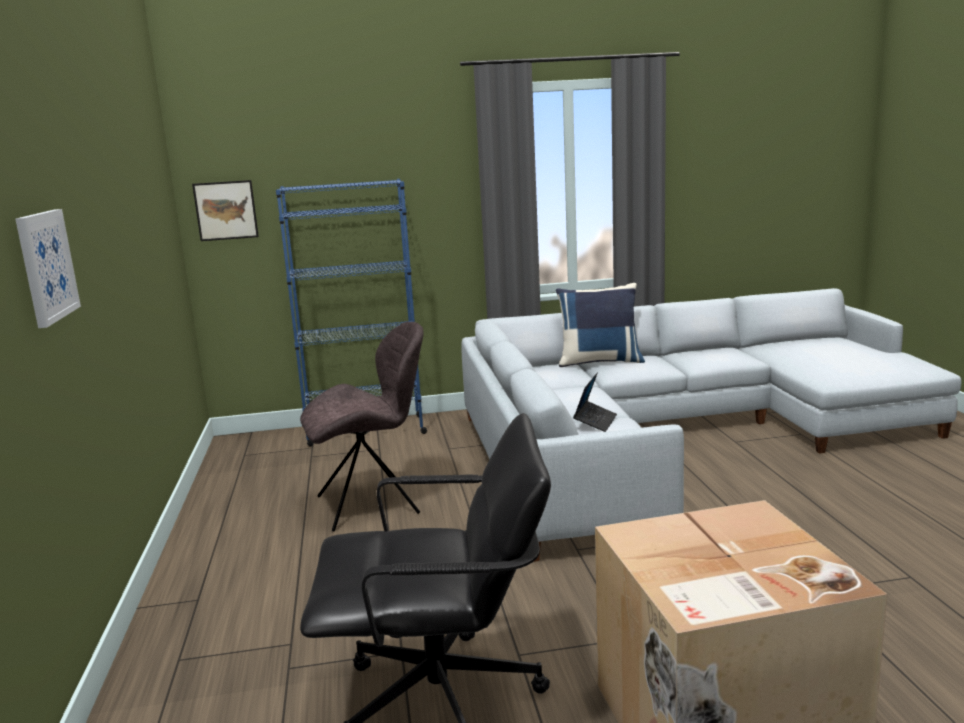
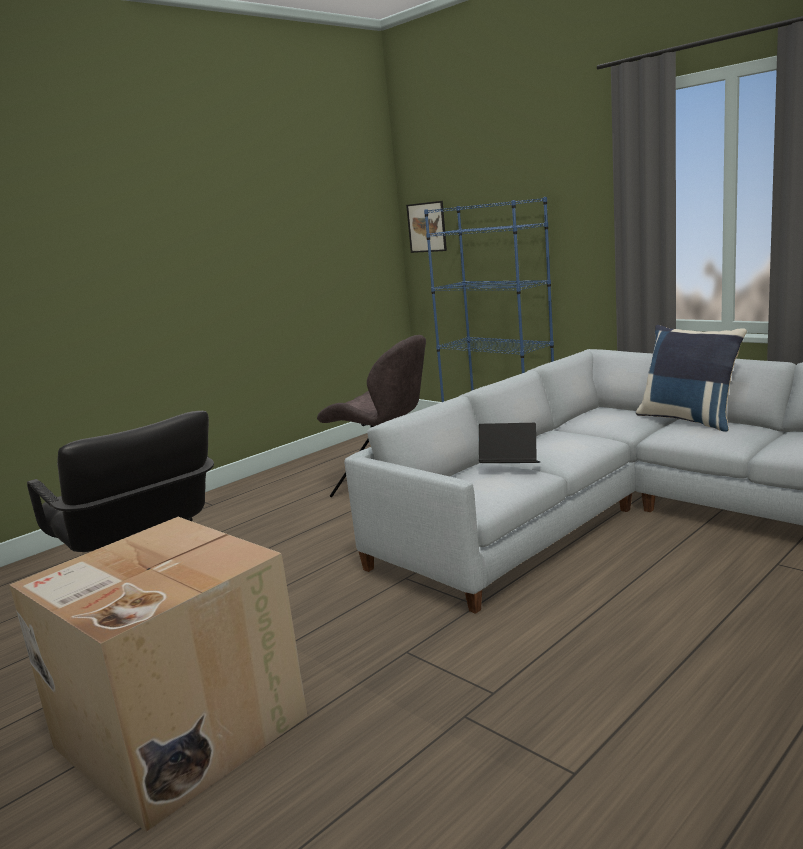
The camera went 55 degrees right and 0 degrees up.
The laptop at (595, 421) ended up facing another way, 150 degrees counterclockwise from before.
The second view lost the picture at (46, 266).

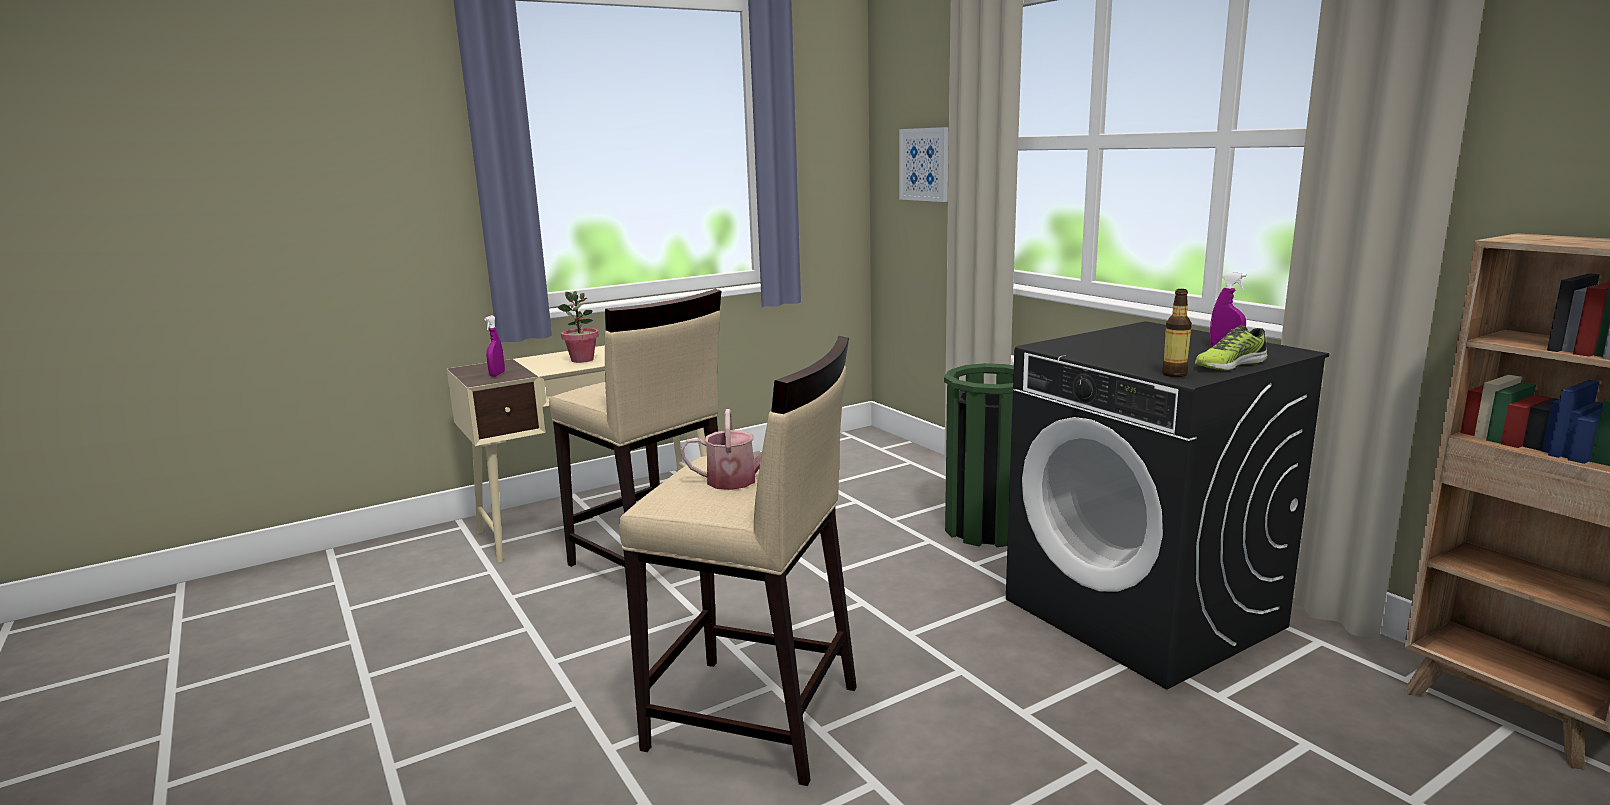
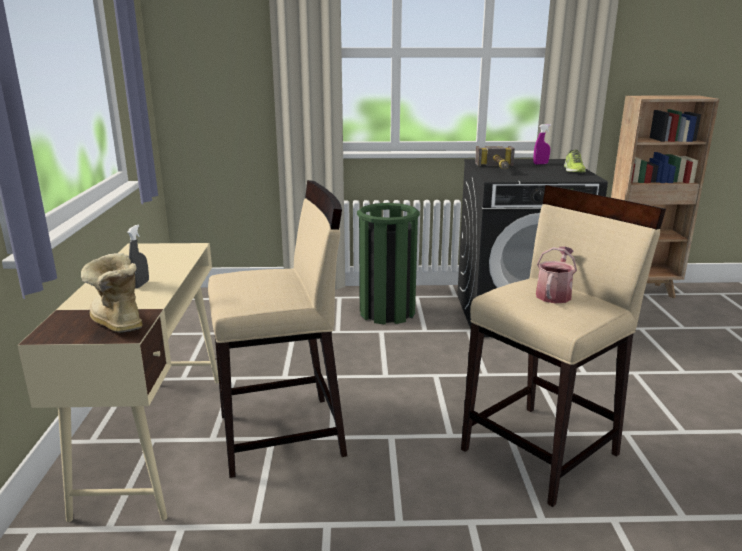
The camera went 60 degrees left and 5 degrees up.
Where the purple spray bottle stood at (497, 374), the boot came to stand at (115, 324).
Where the potted plant stood at (582, 360), the grey spray bottle came to stand at (141, 284).
The second view gained the hammer at (498, 168).
The second view lost the picture at (925, 164).
The second view lost the bottle at (1174, 374).

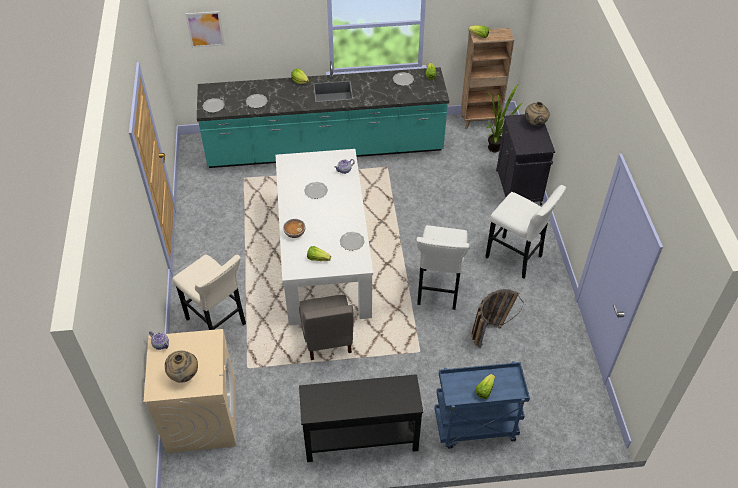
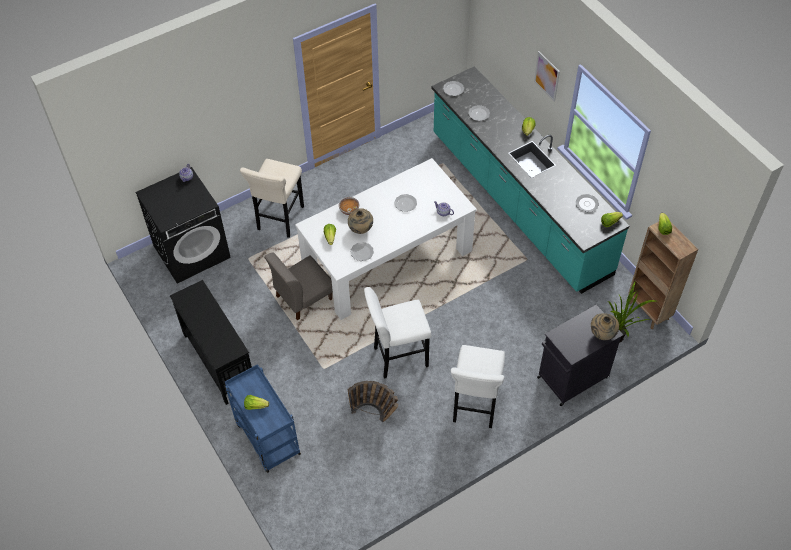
The camera went 65 degrees right and 5 degrees up.
What was the beige washing machine at (201, 416) turned into the black washing machine at (192, 251).
The beige vase ended up elsewhere, having gone from (184, 375) to (361, 230).
The picture ended up elsewhere, having gone from (205, 29) to (547, 76).

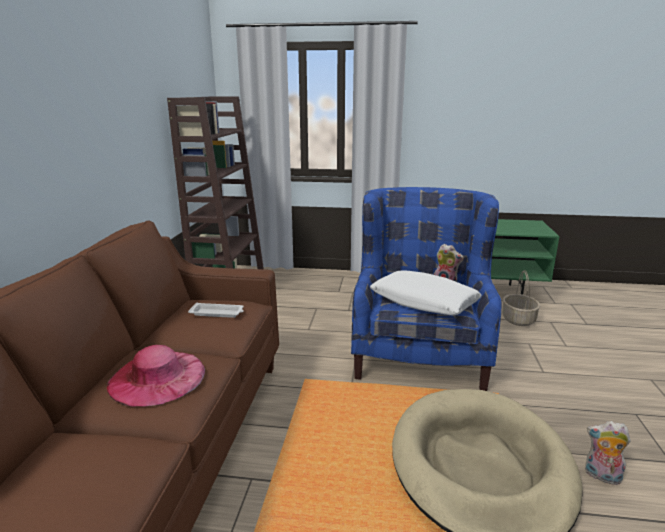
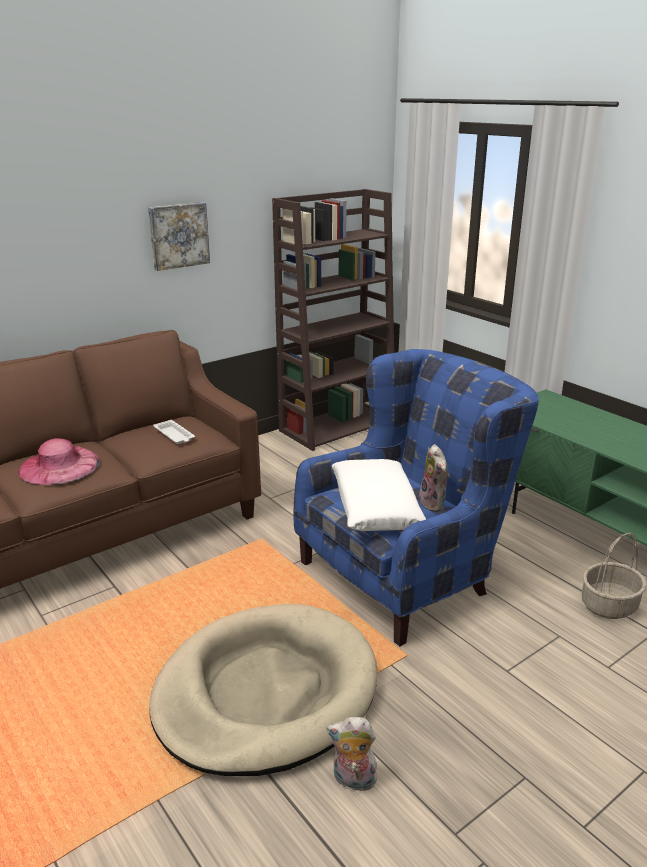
The camera went 45 degrees right and 5 degrees up.
The second view gained the picture at (178, 235).
The plush toy at (601, 476) ended up facing another way, 60 degrees counterclockwise from before.

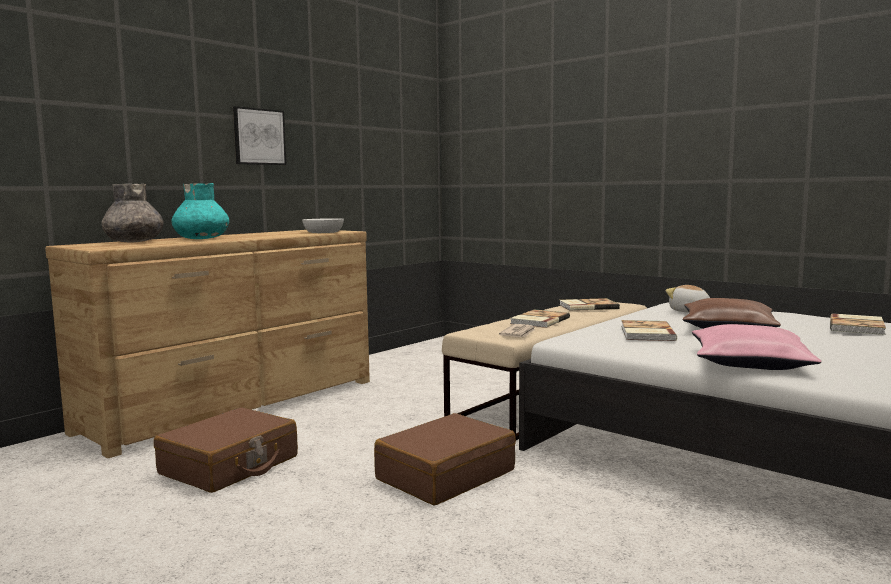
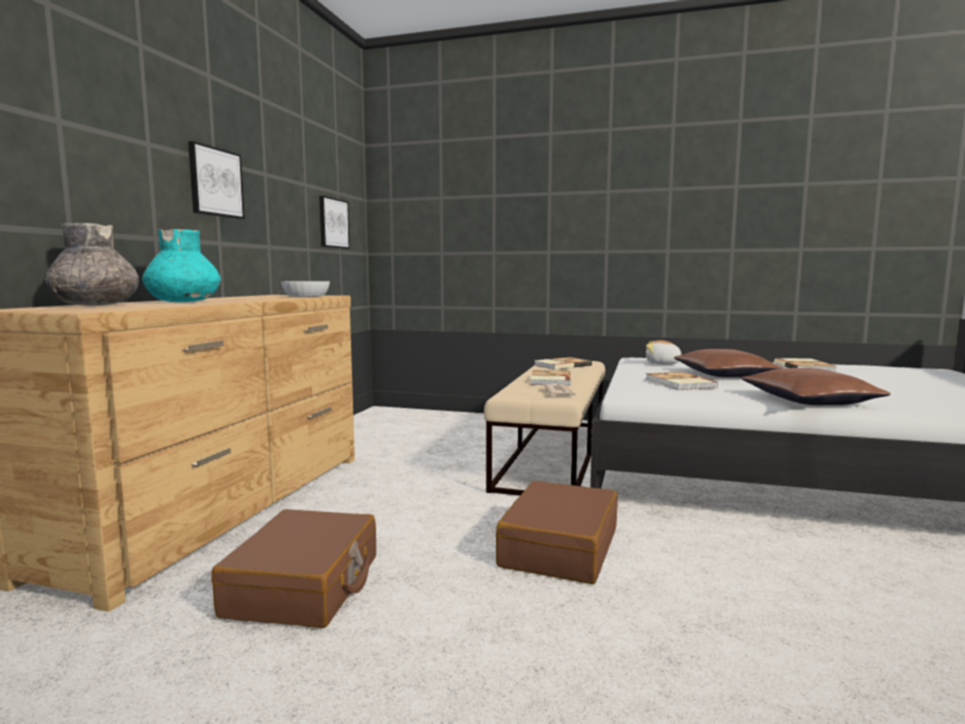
The camera went 25 degrees left and 0 degrees up.
The second view gained the picture at (333, 223).
What was the pink pillow at (749, 363) turned into the brown pillow at (810, 401).

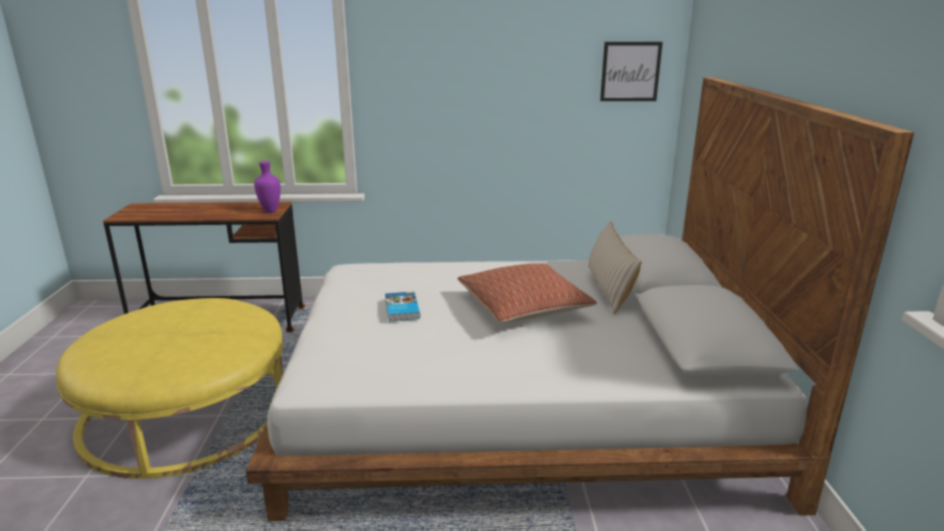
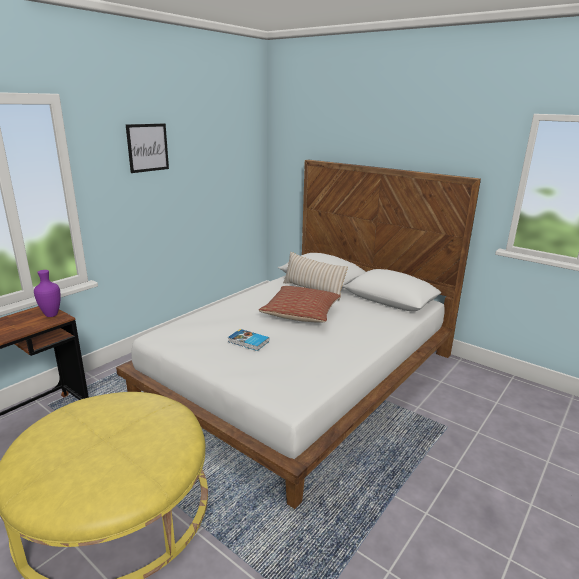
The camera went 50 degrees left and 0 degrees up.
The picture ended up elsewhere, having gone from (630, 71) to (147, 147).

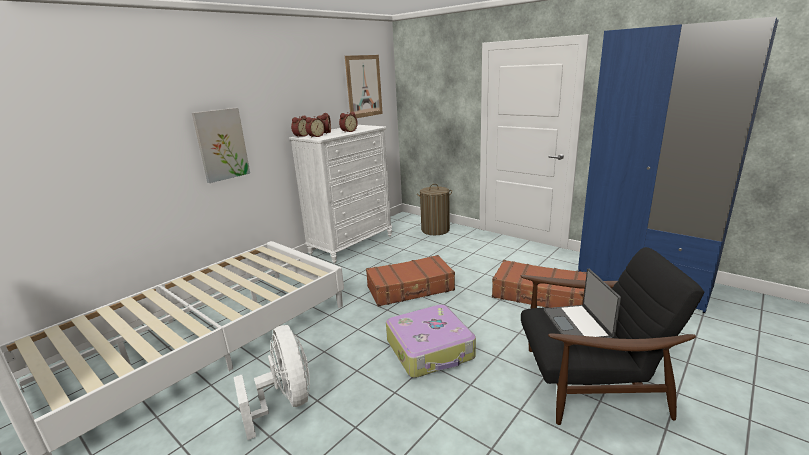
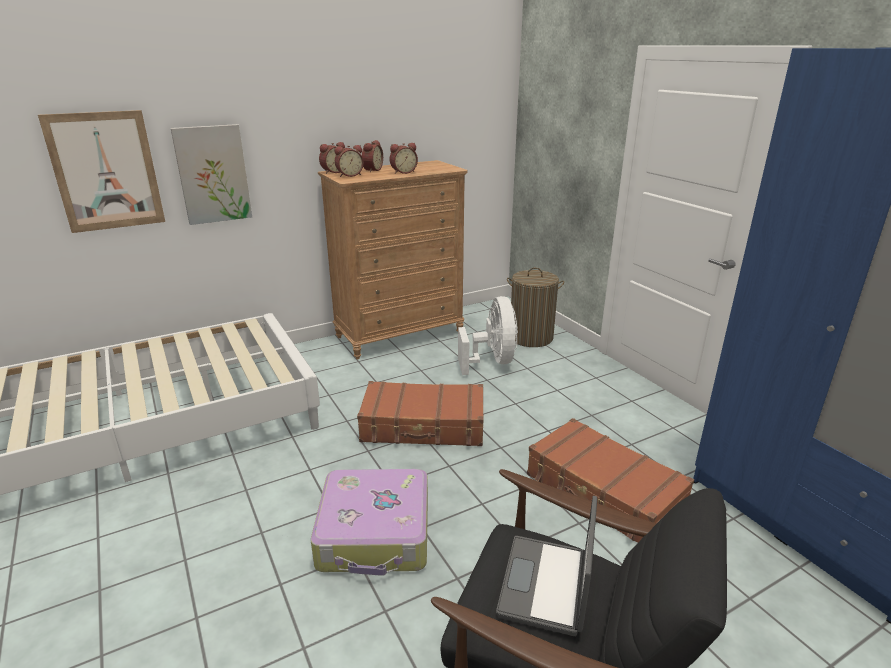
The camera went 20 degrees right and 5 degrees up.
The picture ended up elsewhere, having gone from (364, 86) to (106, 171).
What was the white dresser at (351, 244) turned into the brown dresser at (400, 335).
The white fan ended up elsewhere, having gone from (285, 402) to (492, 361).

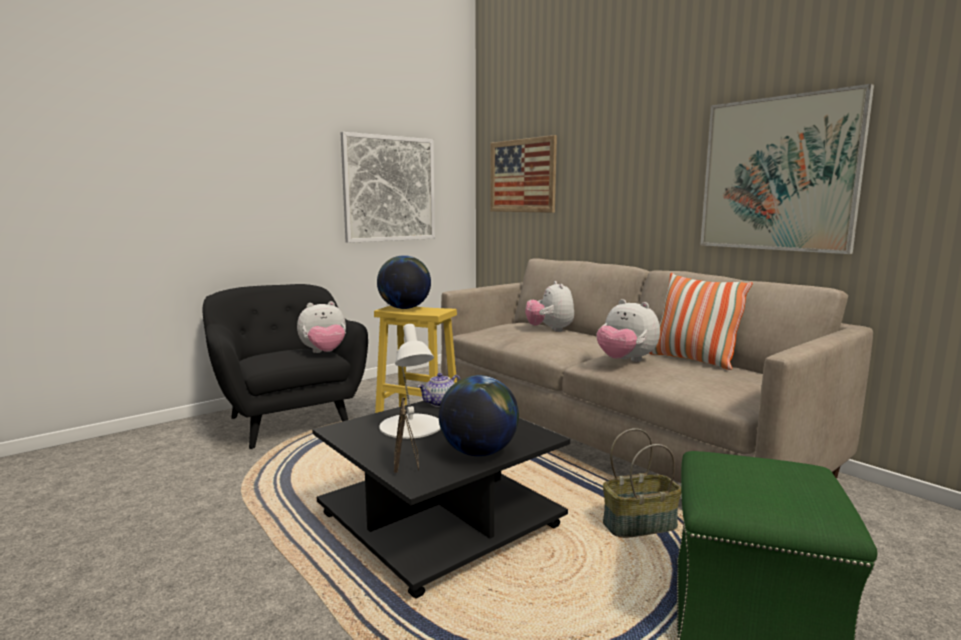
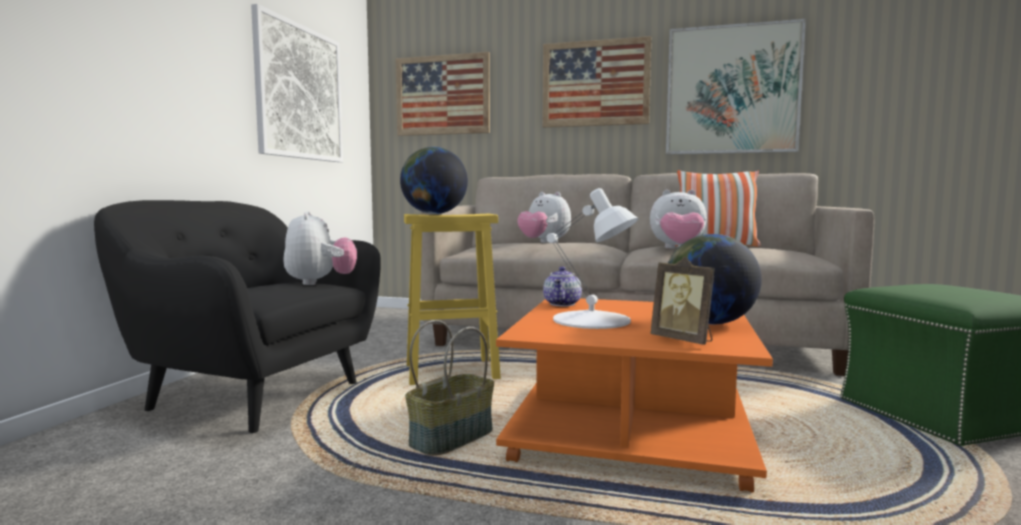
The camera went 35 degrees left and 5 degrees down.
The plush toy at (324, 353) ended up facing another way, 45 degrees counterclockwise from before.
The basket ended up elsewhere, having gone from (639, 524) to (451, 437).
What was the black coffee table at (442, 521) turned into the orange coffee table at (633, 429).
The second view gained the picture at (595, 83).

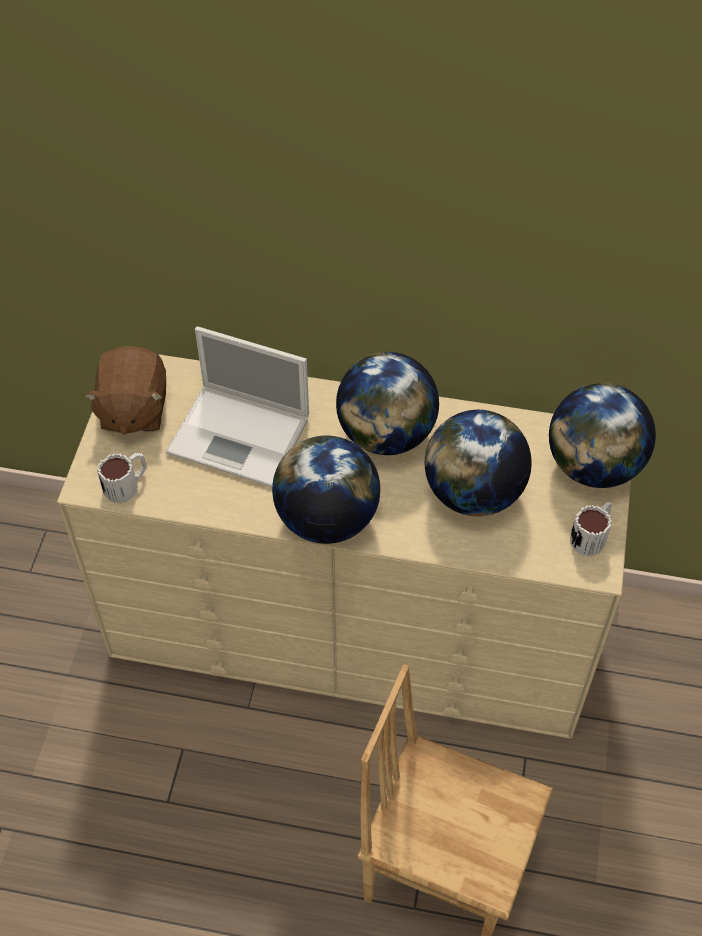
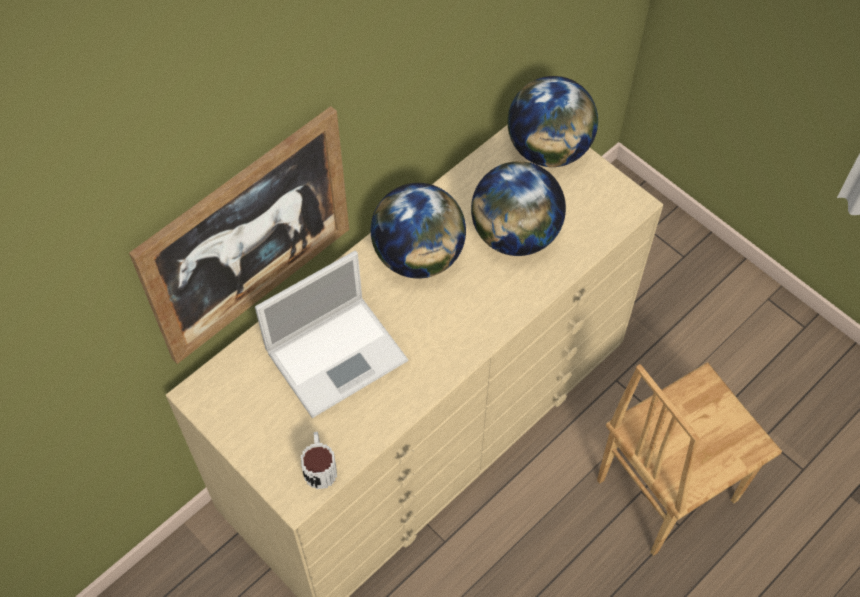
The camera went 55 degrees left and 5 degrees up.
The second view gained the picture at (248, 237).
The second view lost the brown plush toy at (133, 410).
The second view lost the globe at (327, 519).
The second view lost the mug at (591, 535).

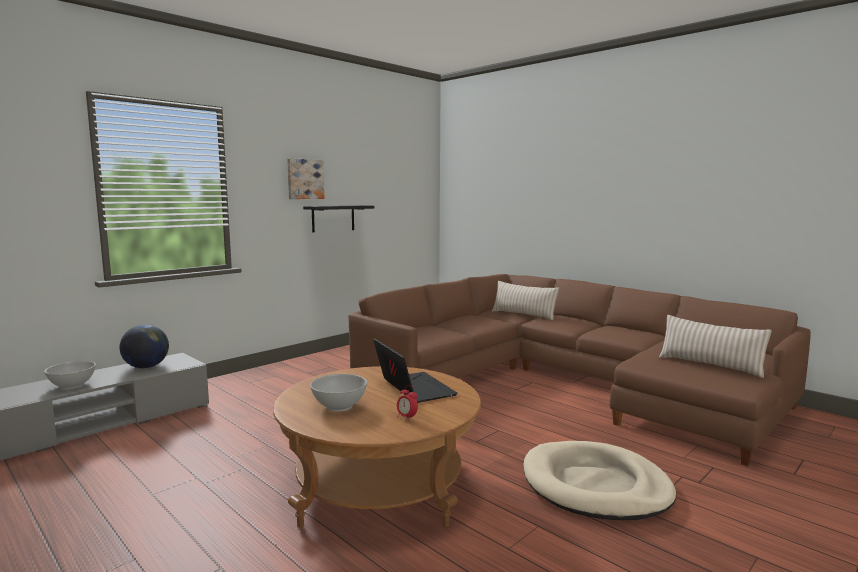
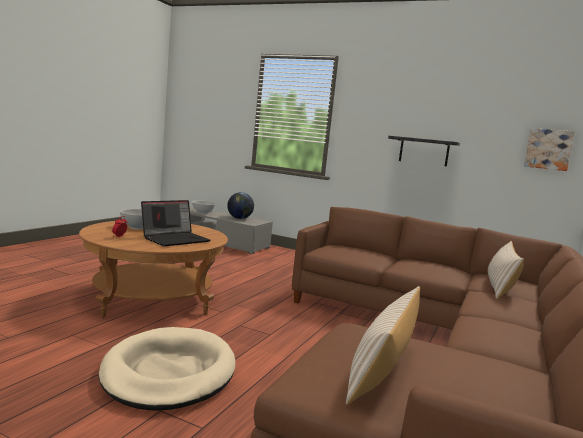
The camera went 70 degrees right and 0 degrees up.
The picture ended up elsewhere, having gone from (305, 179) to (548, 149).

